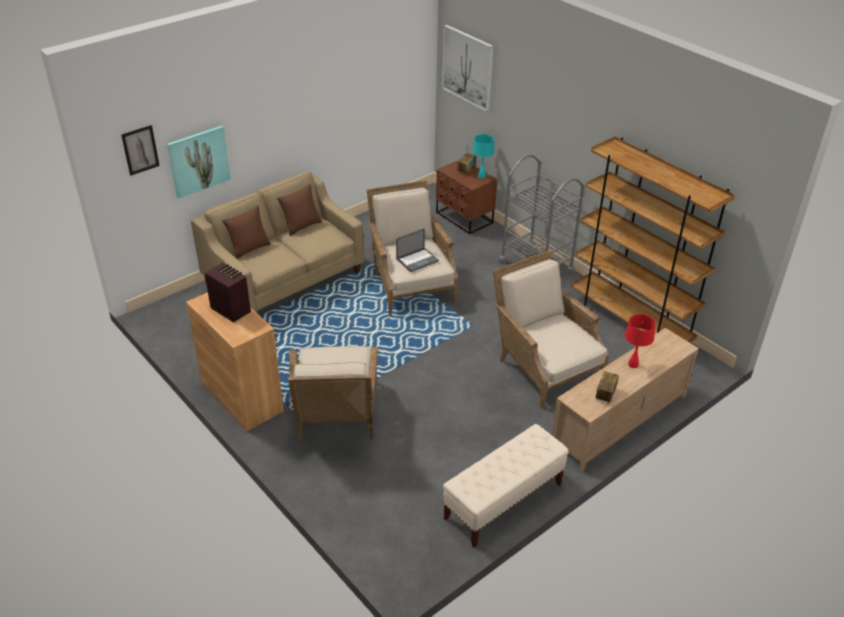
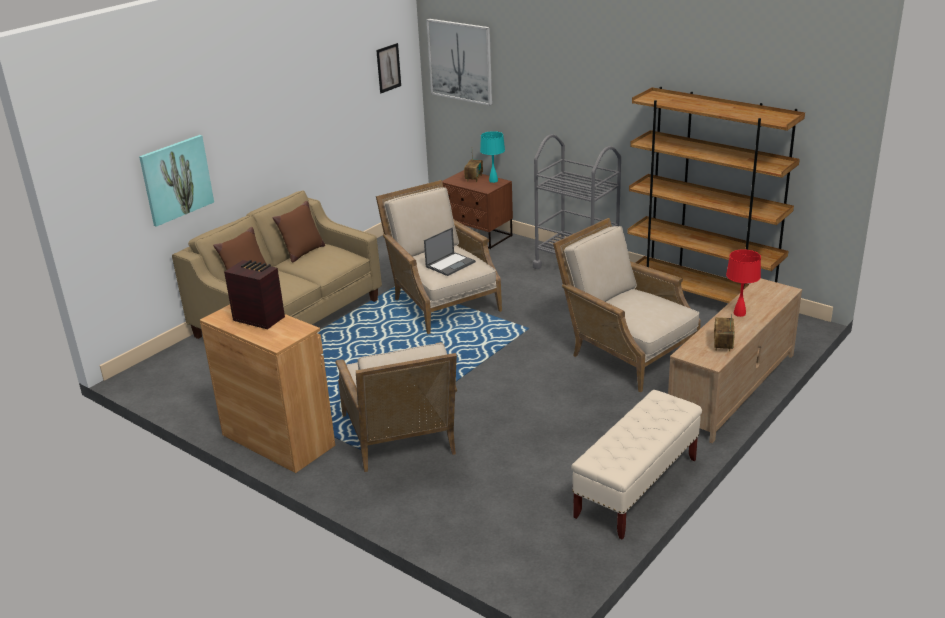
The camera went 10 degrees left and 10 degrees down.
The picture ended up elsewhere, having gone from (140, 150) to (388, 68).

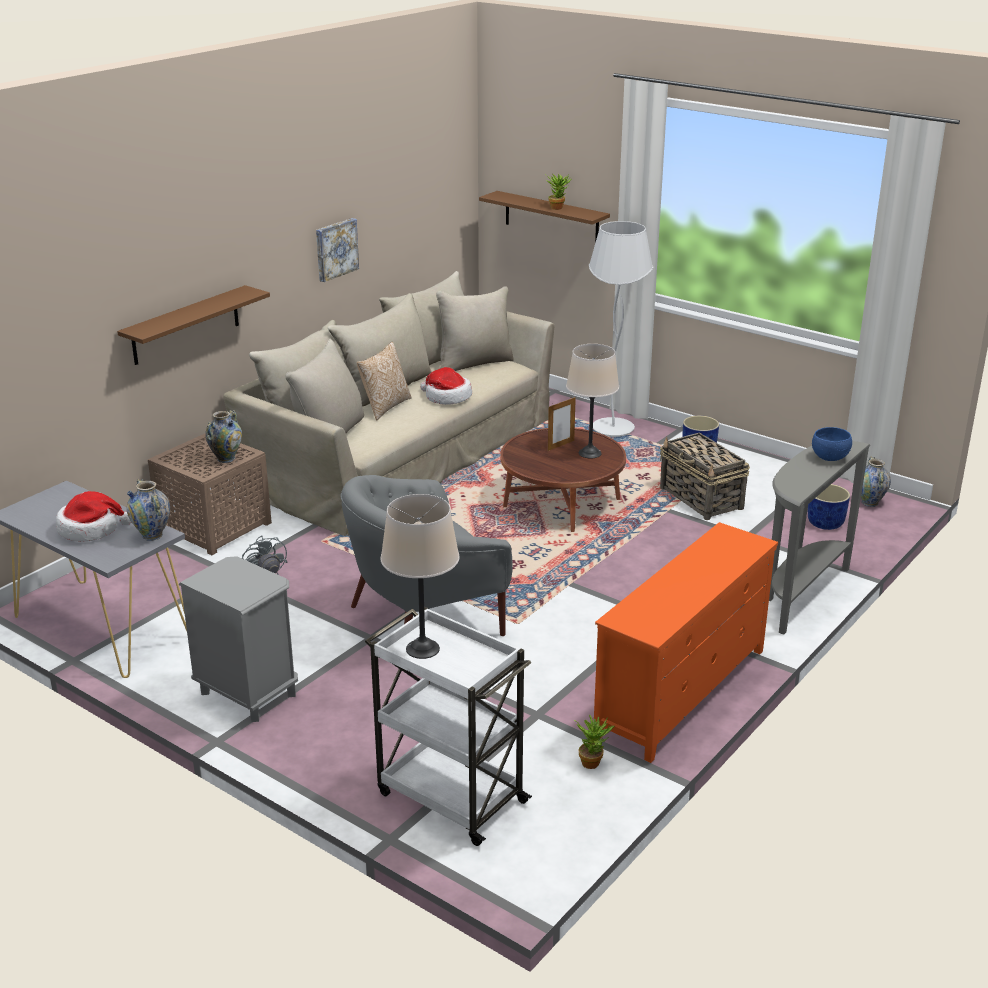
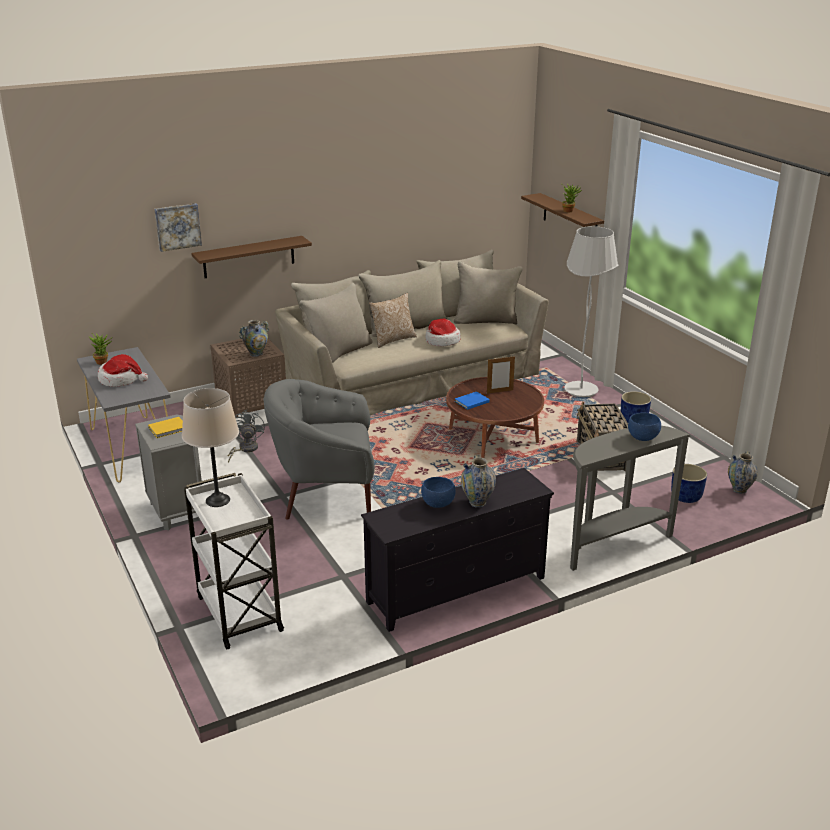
The camera went 25 degrees right and 0 degrees up.
The potted plant ended up elsewhere, having gone from (593, 761) to (104, 362).
The second view gained the yellow book at (169, 429).
The picture ended up elsewhere, having gone from (335, 249) to (177, 226).
What was the orange tv stand at (682, 693) turned into the black tv stand at (456, 591).
The second view gained the blue bowl at (438, 504).
The second view gained the blue book at (471, 402).
The vase ended up elsewhere, having gone from (152, 535) to (477, 502).
The second view lost the beige table lamp at (590, 453).

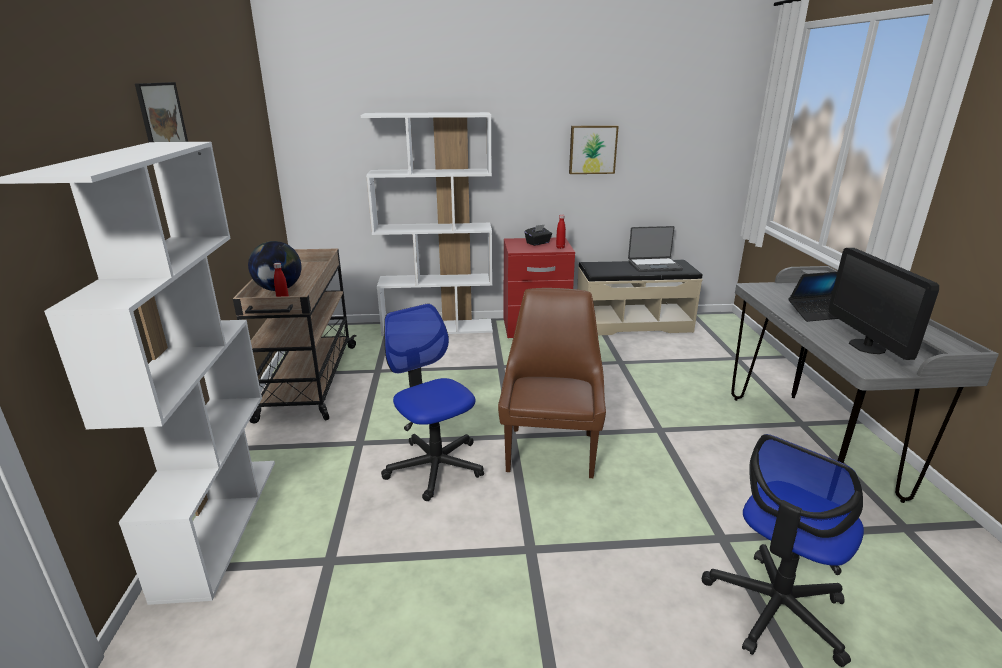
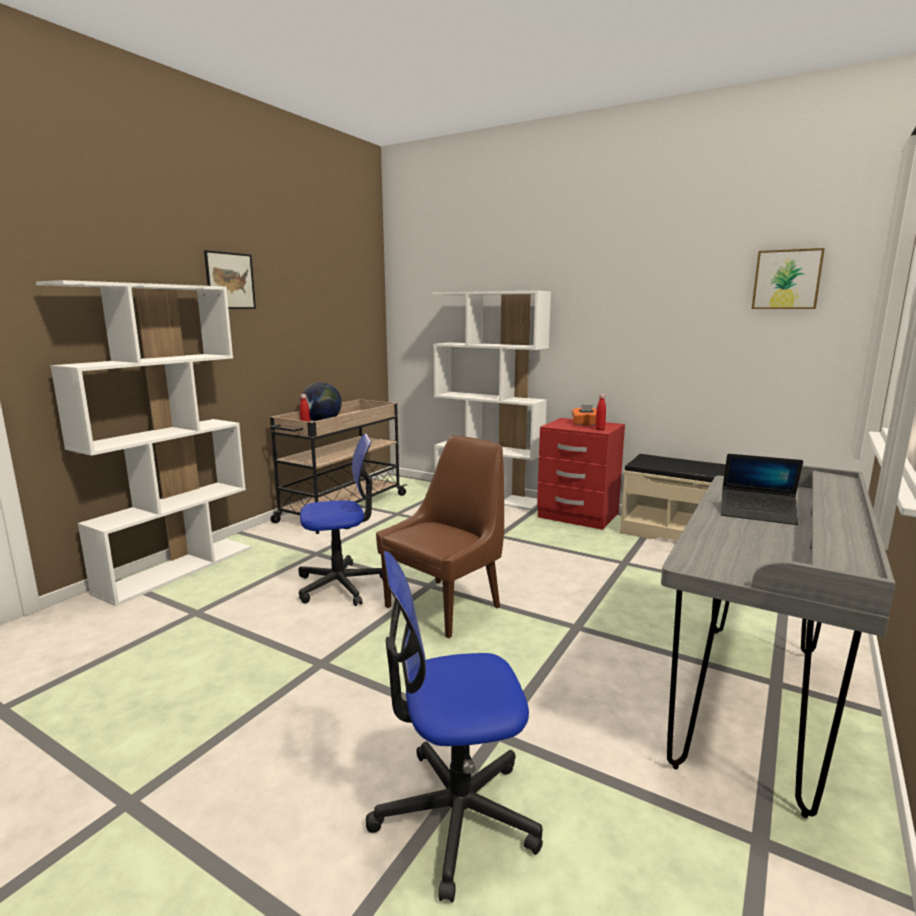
The camera went 35 degrees right and 10 degrees down.
The office chair at (435, 466) ended up facing another way, 75 degrees clockwise from before.
What was the black tissue box at (538, 243) turned into the orange tissue box at (585, 424).
The picture ended up elsewhere, having gone from (592, 149) to (787, 279).
The second view lost the laptop at (654, 266).
The second view lost the monitor at (867, 346).

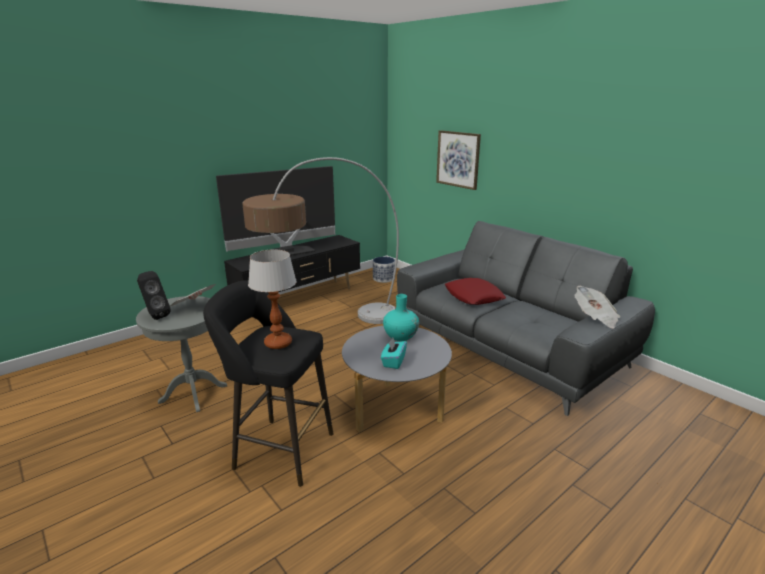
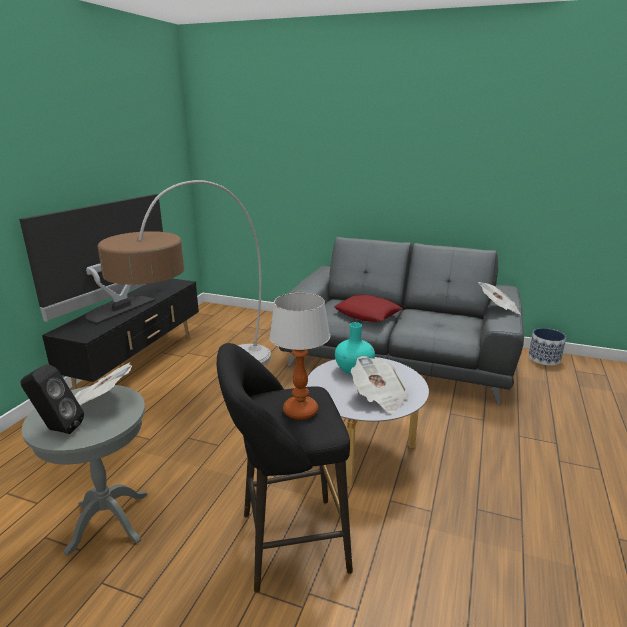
The camera went 30 degrees left and 0 degrees up.
Where the turquoise tissue box stood at (393, 362), the newspaper came to stand at (379, 397).
The planter ended up elsewhere, having gone from (384, 279) to (544, 358).
The second view lost the picture at (458, 159).

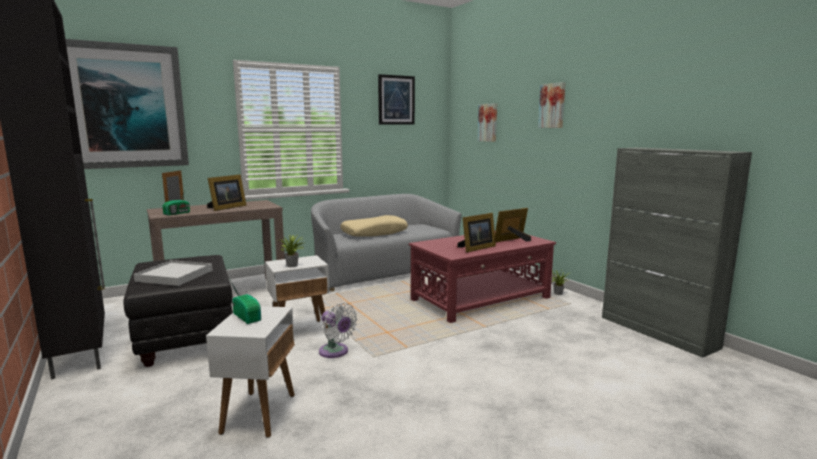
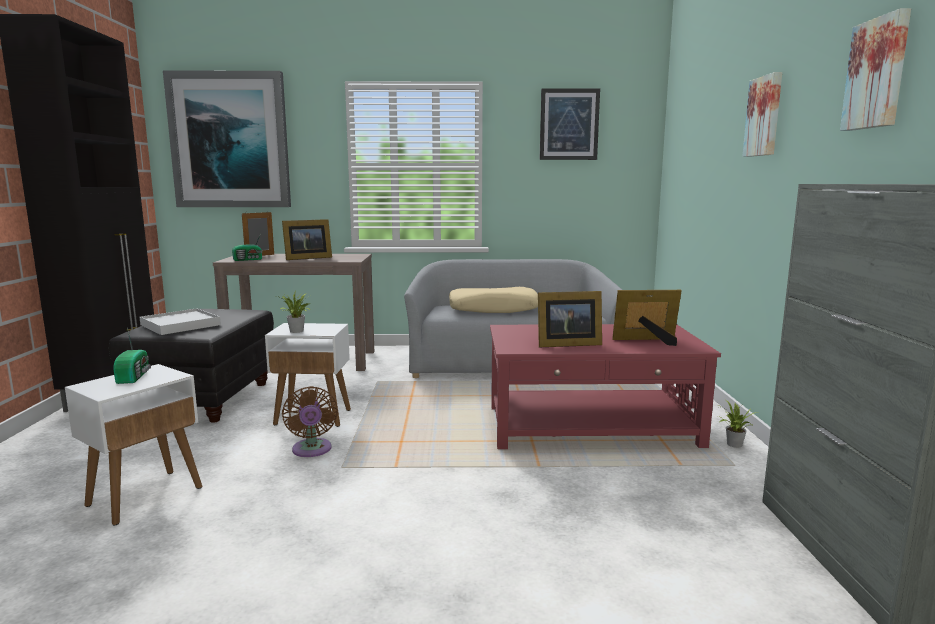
The camera went 30 degrees right and 0 degrees up.
What was the white fan at (335, 352) turned into the brown fan at (312, 450).
The picture ended up elsewhere, having gone from (488, 122) to (878, 74).

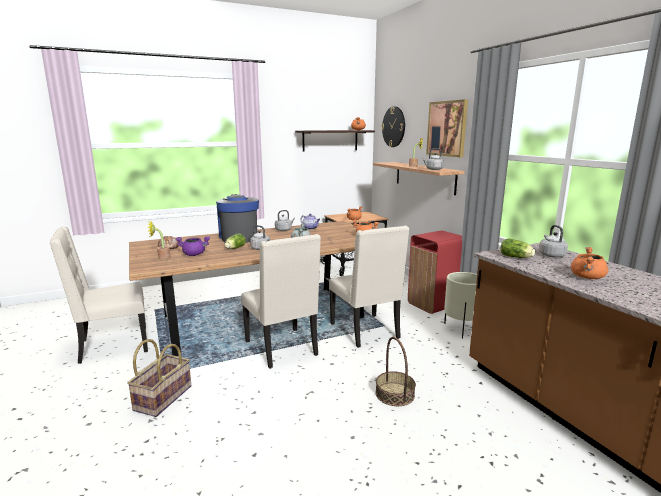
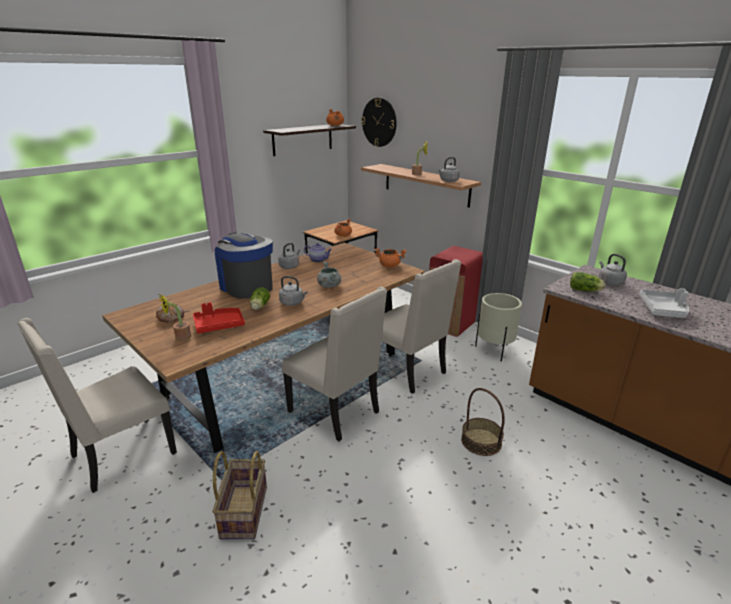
The camera went 20 degrees left and 10 degrees up.
Where the purple cooking pot stood at (194, 254), the red tray came to stand at (219, 325).
Where the orange cooking pot stood at (587, 277), the grey tray came to stand at (663, 310).
The second view lost the picture at (447, 128).

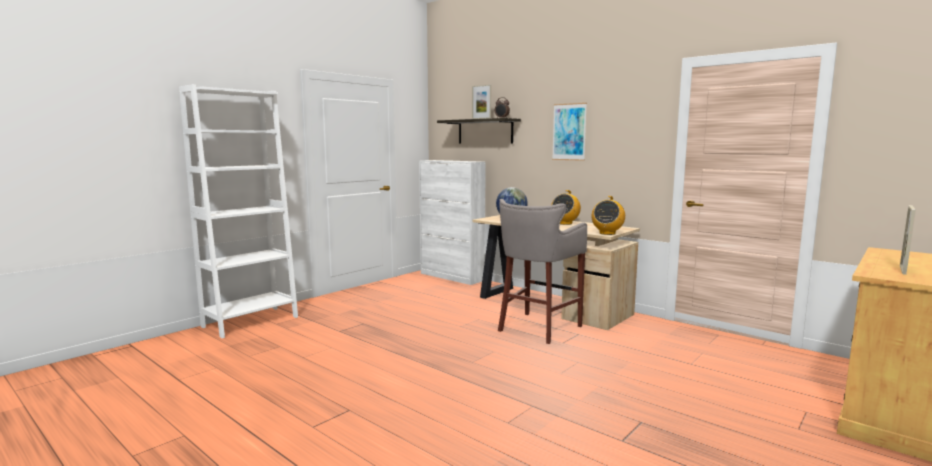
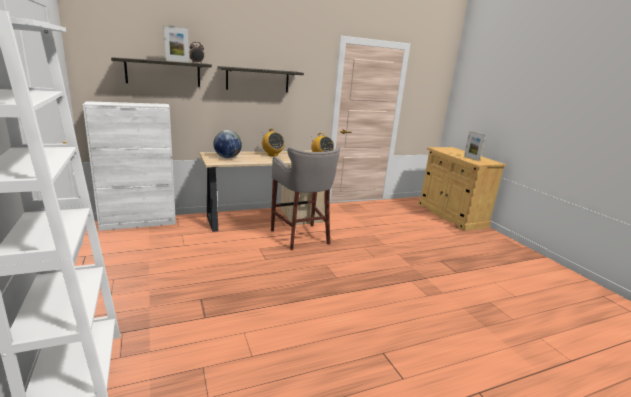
The camera went 65 degrees left and 10 degrees up.
Where the picture hung at (569, 132), the shelf came to hang at (258, 80).

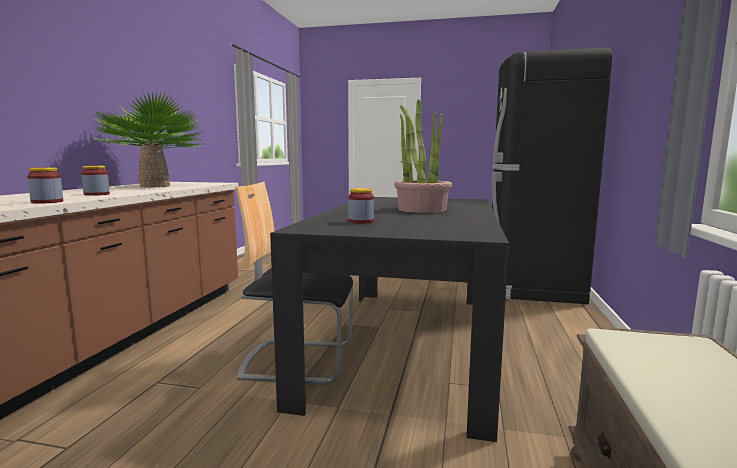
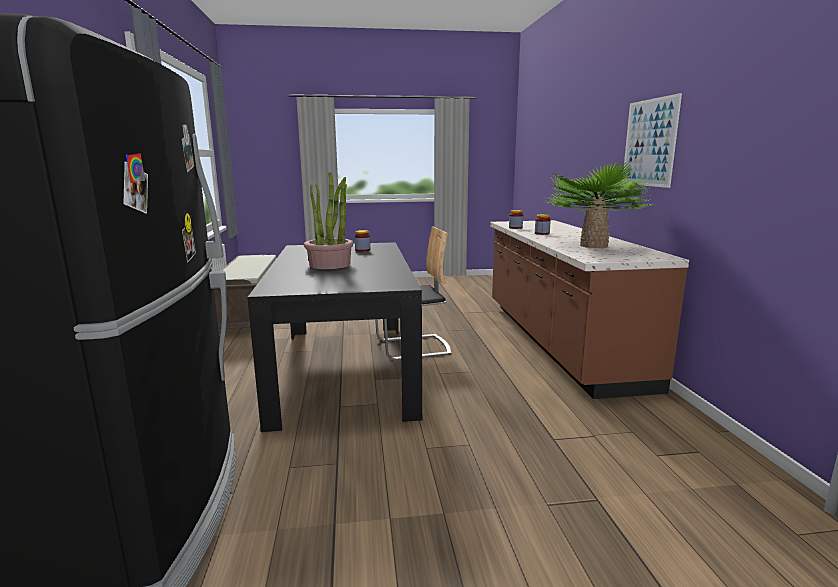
The camera went 160 degrees right and 5 degrees up.
The second view gained the picture at (649, 143).

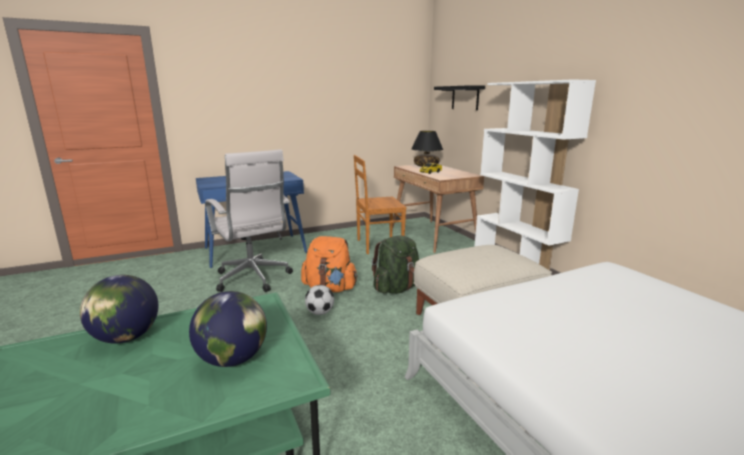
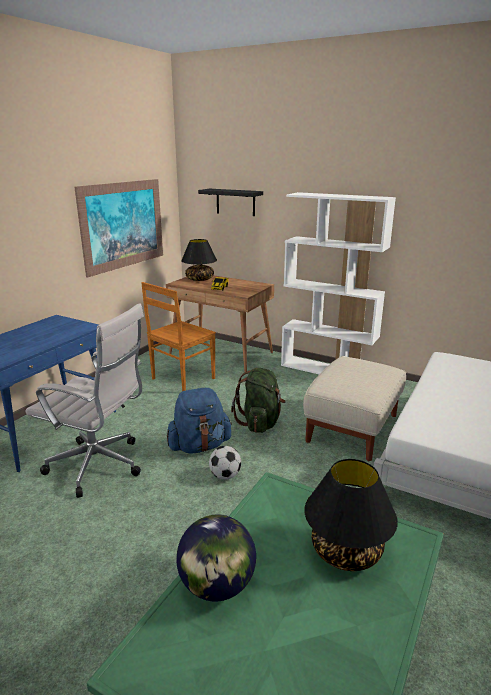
The camera went 35 degrees left and 5 degrees up.
The second view gained the picture at (123, 225).
What was the orange backpack at (330, 289) turned into the blue backpack at (199, 446).
Where the globe stood at (233, 359), the black table lamp came to stand at (346, 551).

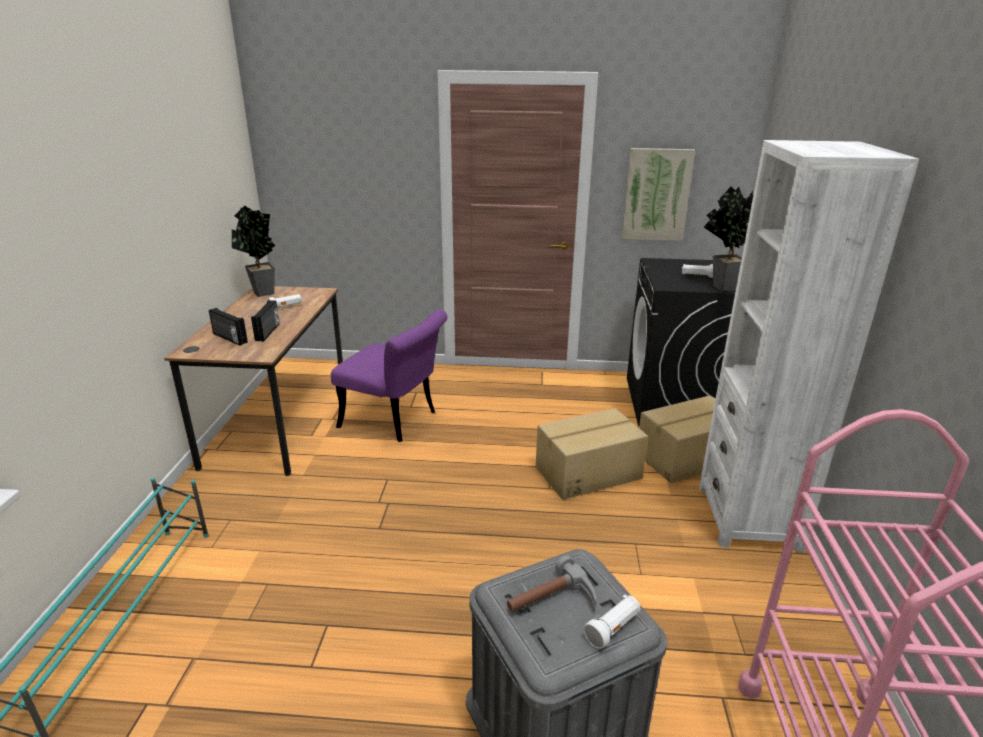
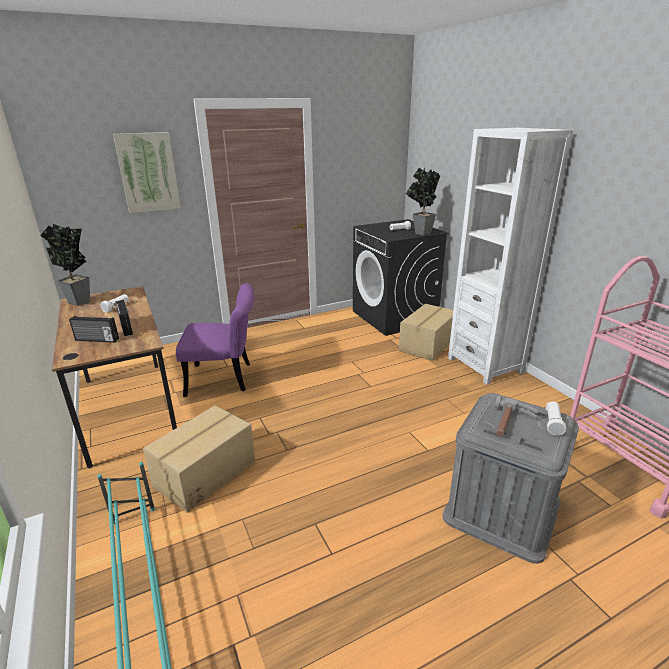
The camera went 30 degrees left and 0 degrees up.
The picture ended up elsewhere, having gone from (656, 194) to (148, 172).
The cardboard box ended up elsewhere, having gone from (587, 472) to (204, 473).

